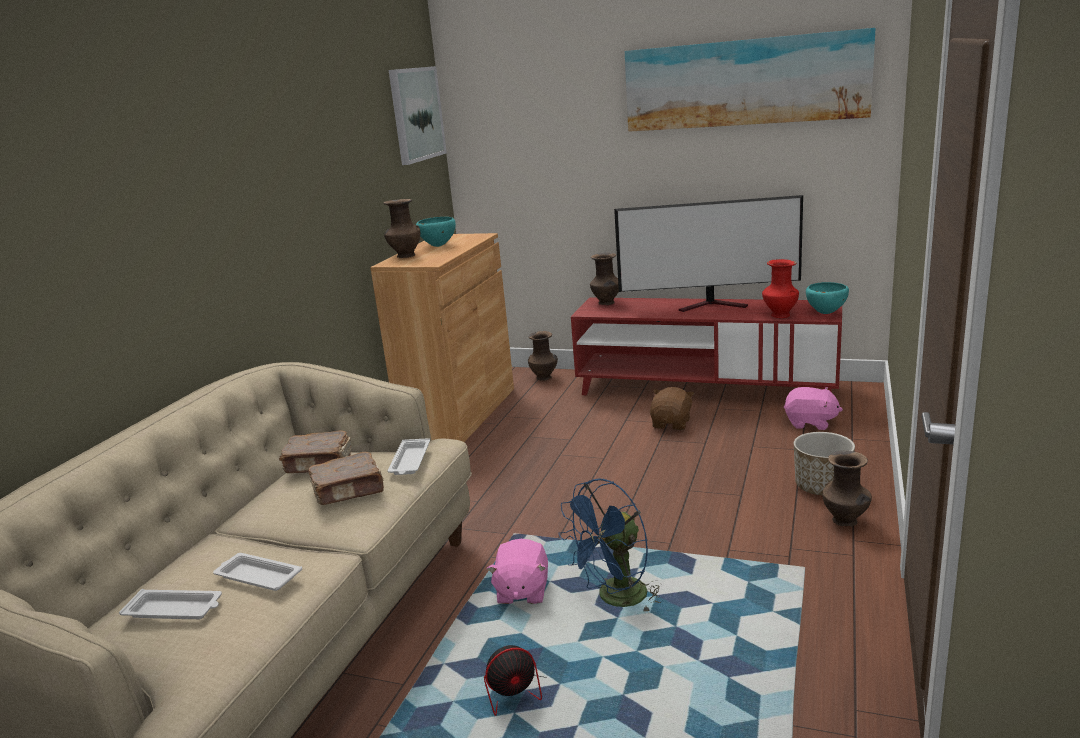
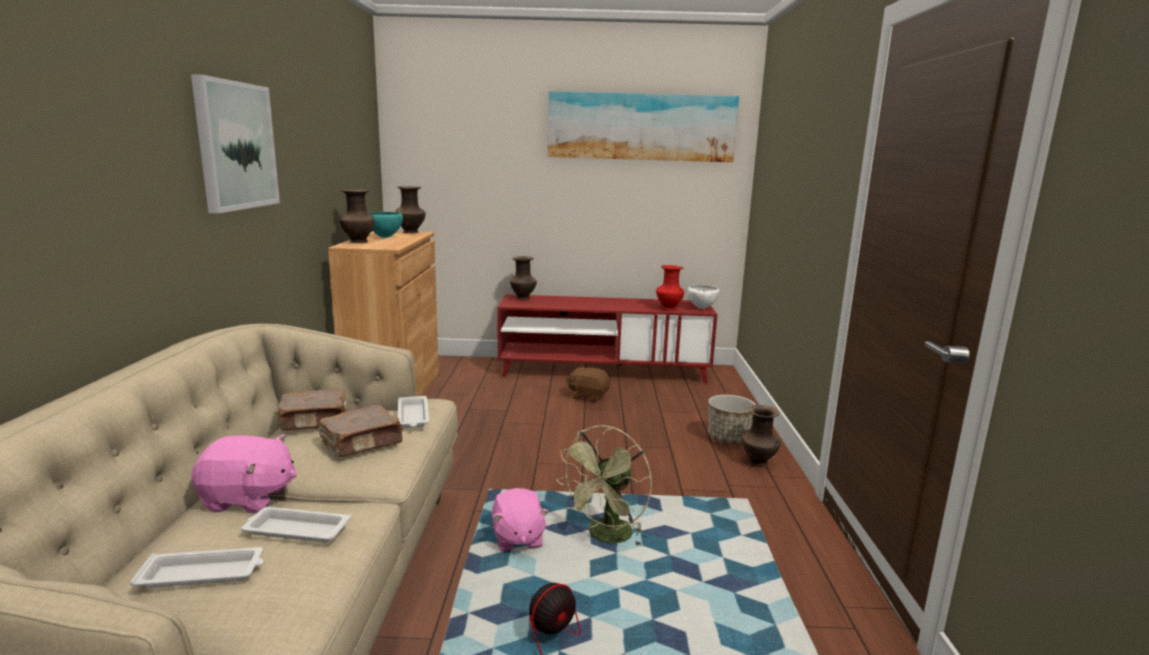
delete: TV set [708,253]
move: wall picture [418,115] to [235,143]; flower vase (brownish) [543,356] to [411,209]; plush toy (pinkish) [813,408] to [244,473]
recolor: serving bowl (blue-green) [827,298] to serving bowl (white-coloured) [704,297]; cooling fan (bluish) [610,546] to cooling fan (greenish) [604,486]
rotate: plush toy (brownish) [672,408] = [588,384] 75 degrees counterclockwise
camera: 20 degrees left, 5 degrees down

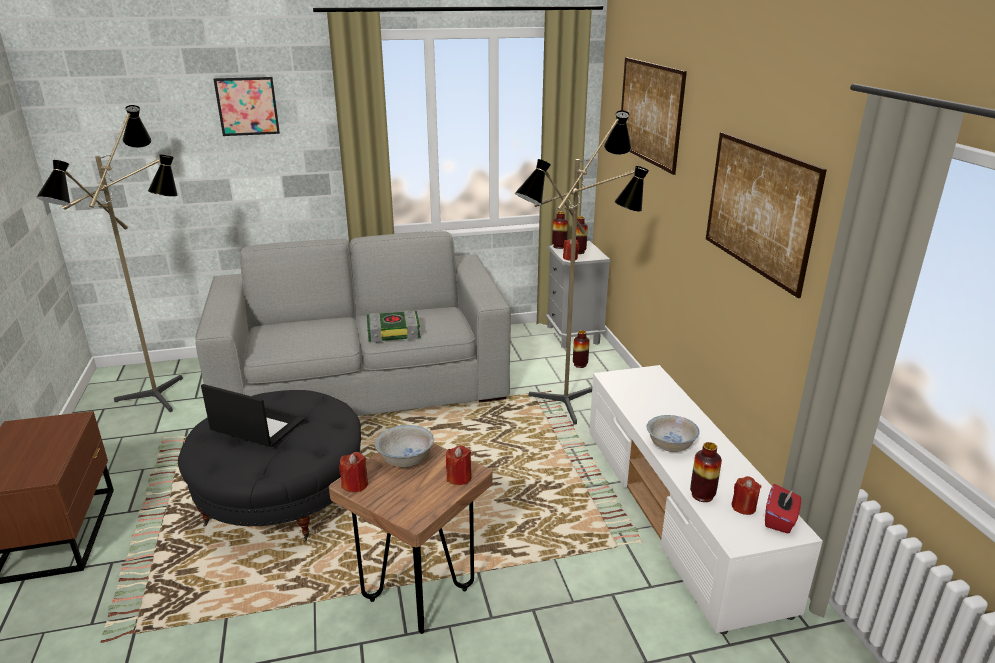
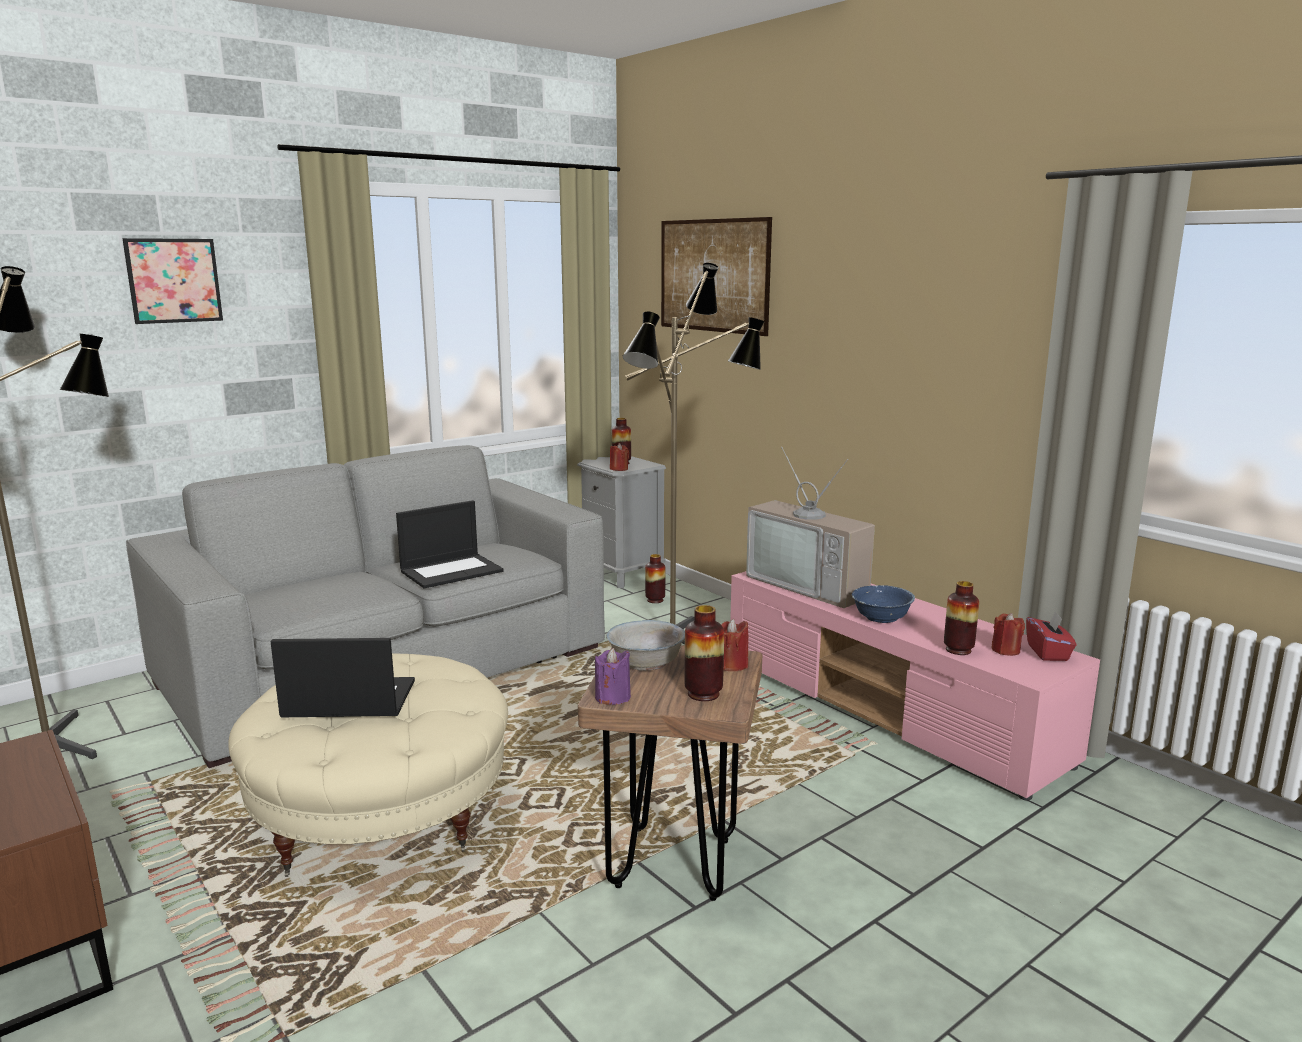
delete: wall picture [766,215]
insert: TV set [810,527]
move: flower vase [560,230] to [704,653]
replace: bound book [394,326] to portable computer [450,544]
recolor: media console (white-coloured) [706,499] to media console (pinkish) [915,686]; ottoman (black-coloured) [269,465] to ottoman (sand-coloured) [368,765]; serving bowl (white-coloured) [673,433] to serving bowl (bluish) [883,604]; candle (red) [353,472] to candle (purple) [613,676]
camera: 25 degrees left, 10 degrees down

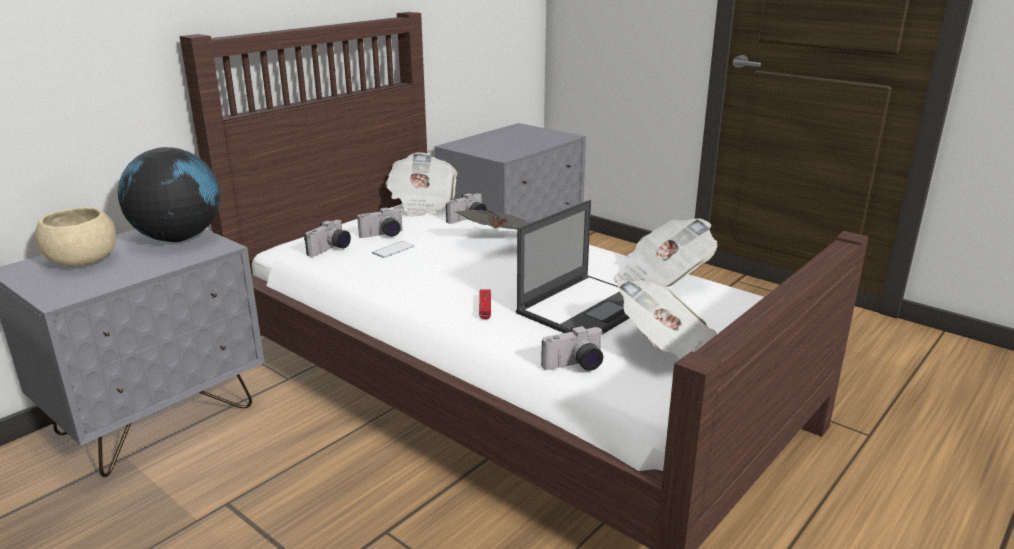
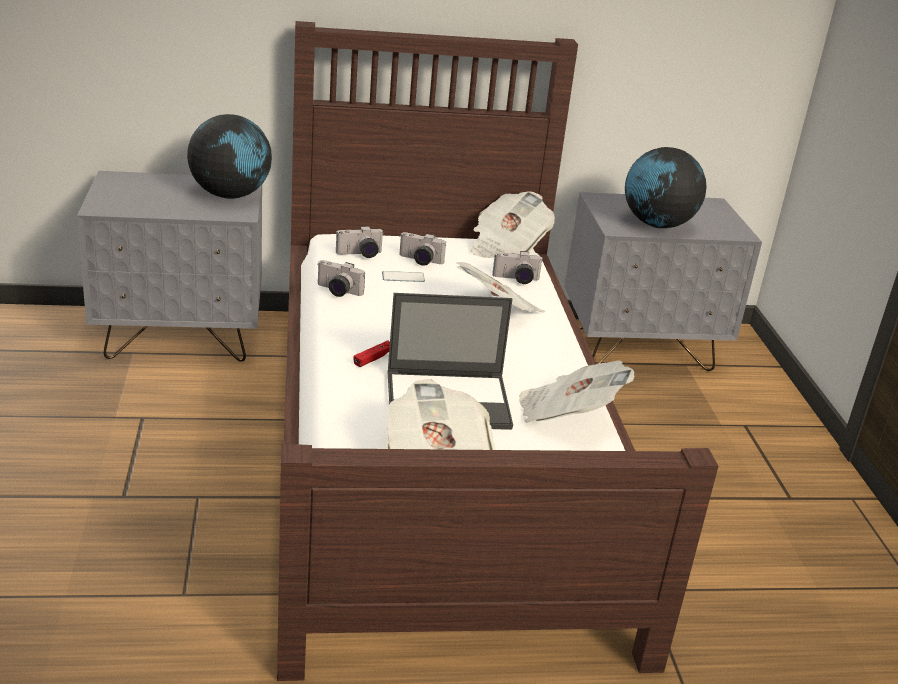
delete: serving bowl (sand-coloured) [75,237]
insert: globe [666,187]
move: still camera [572,348] to [341,278]
camera: 40 degrees right, 5 degrees up

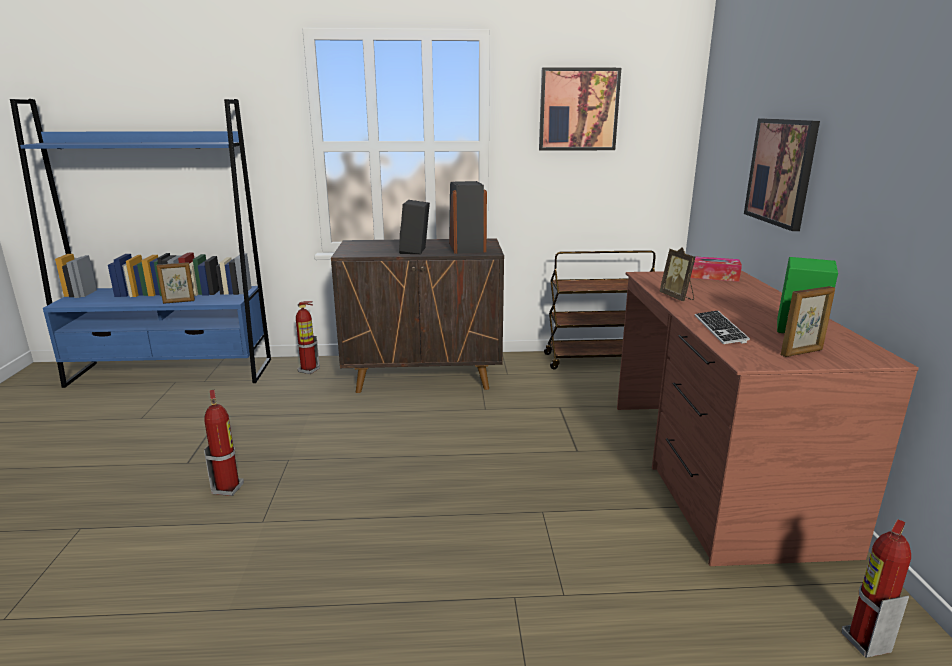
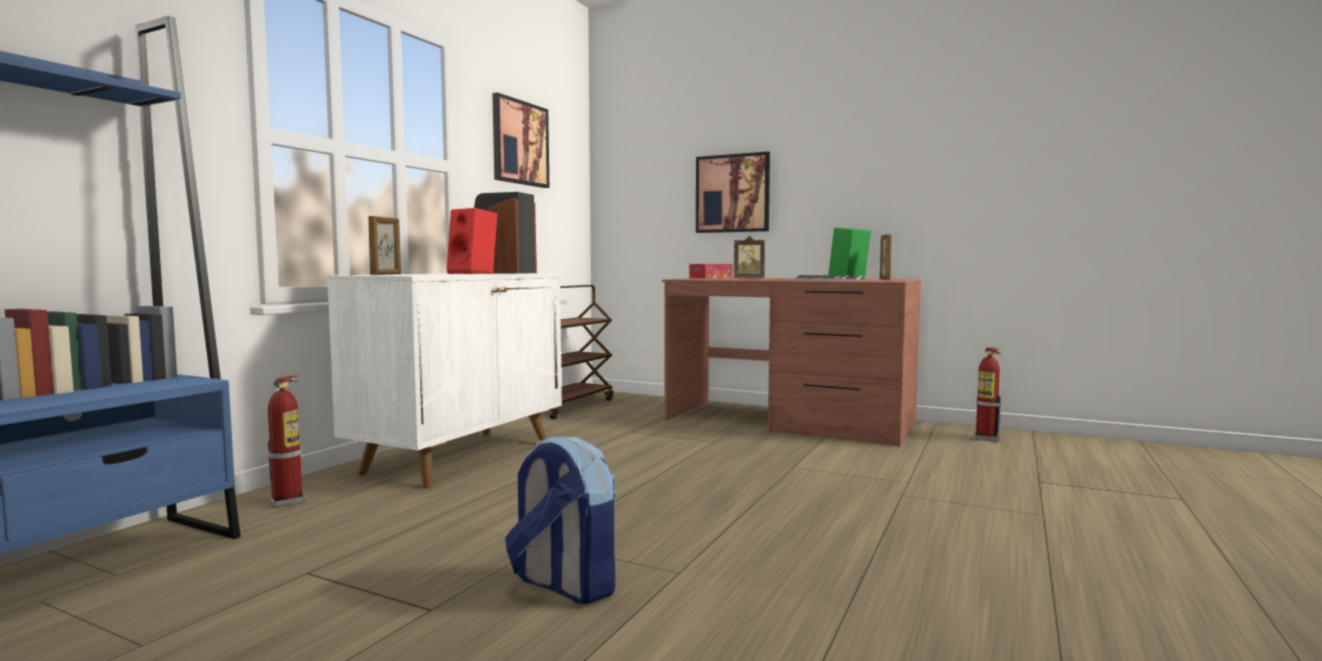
move: picture frame [175,283] to [384,245]
replace: extinguisher [224,442] to rucksack [560,519]
recolor: audio speaker (black-coloured) [414,227] to audio speaker (red) [471,241]; cupboard (brownish) [417,315] to cupboard (white-coloured) [444,381]
camera: 60 degrees left, 15 degrees down

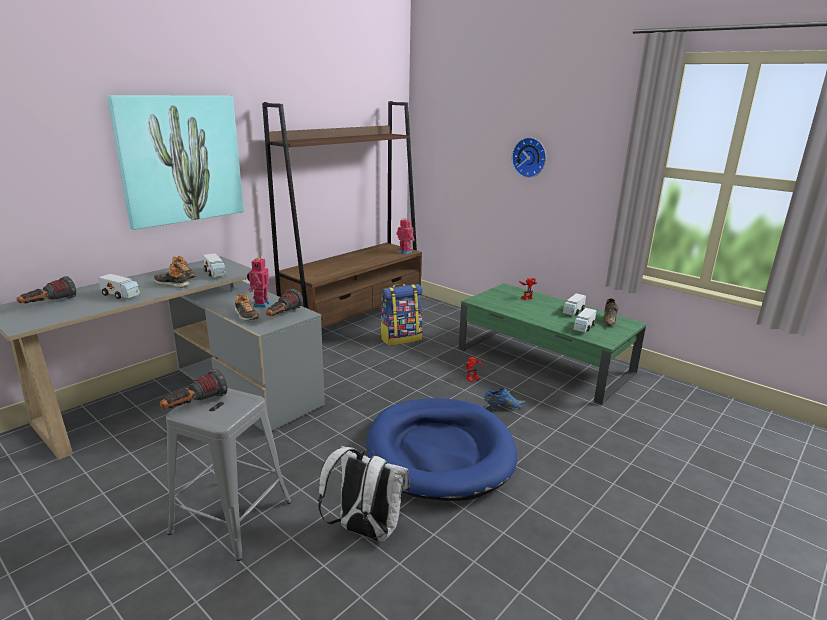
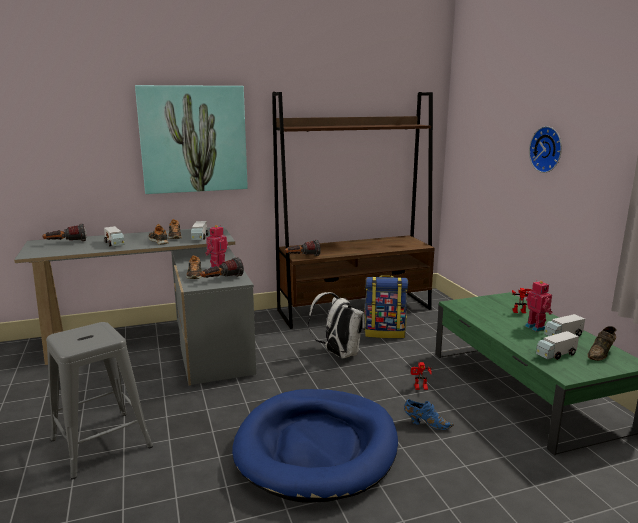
move: model robot [406,236] to [539,306]; flashlight [194,389] to [302,248]; rucksack (white-coloured) [364,494] to [337,325]
camera: 30 degrees right, 5 degrees down

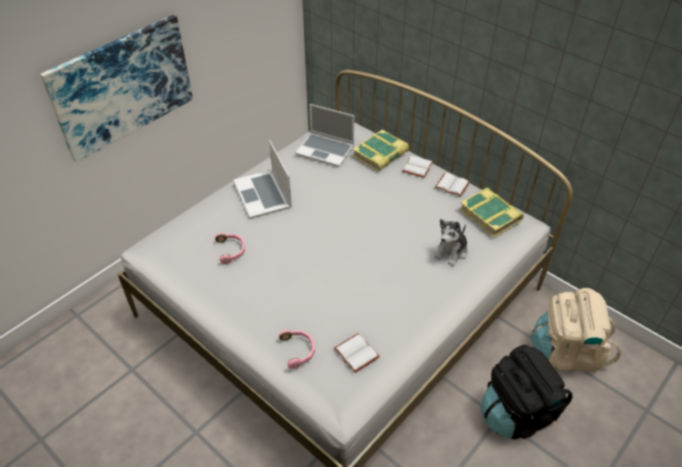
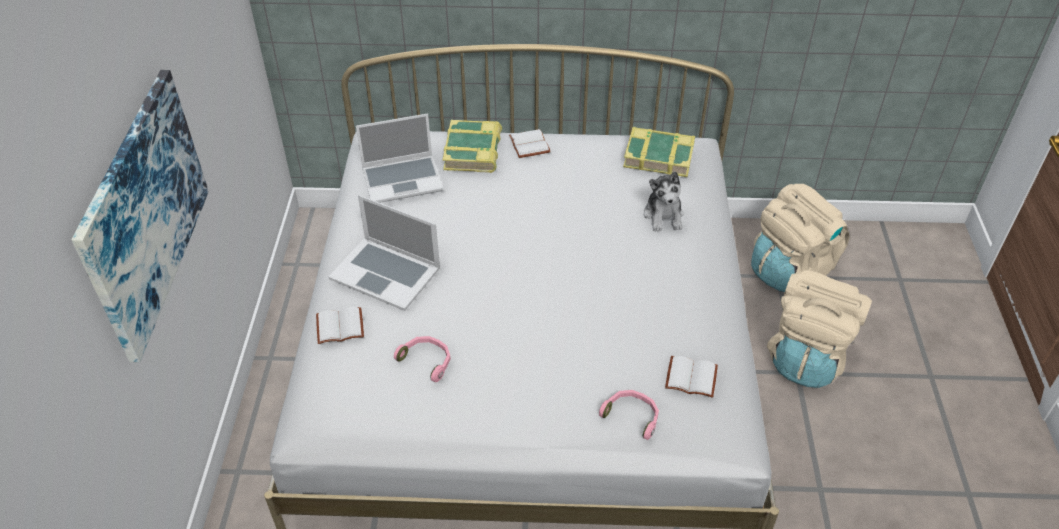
move: bound book (white-coloured) [452,185] to [340,325]
recolor: rucksack (black-coloured) [527,392] to rucksack (sand-coloured) [819,329]
camera: 40 degrees left, 0 degrees up

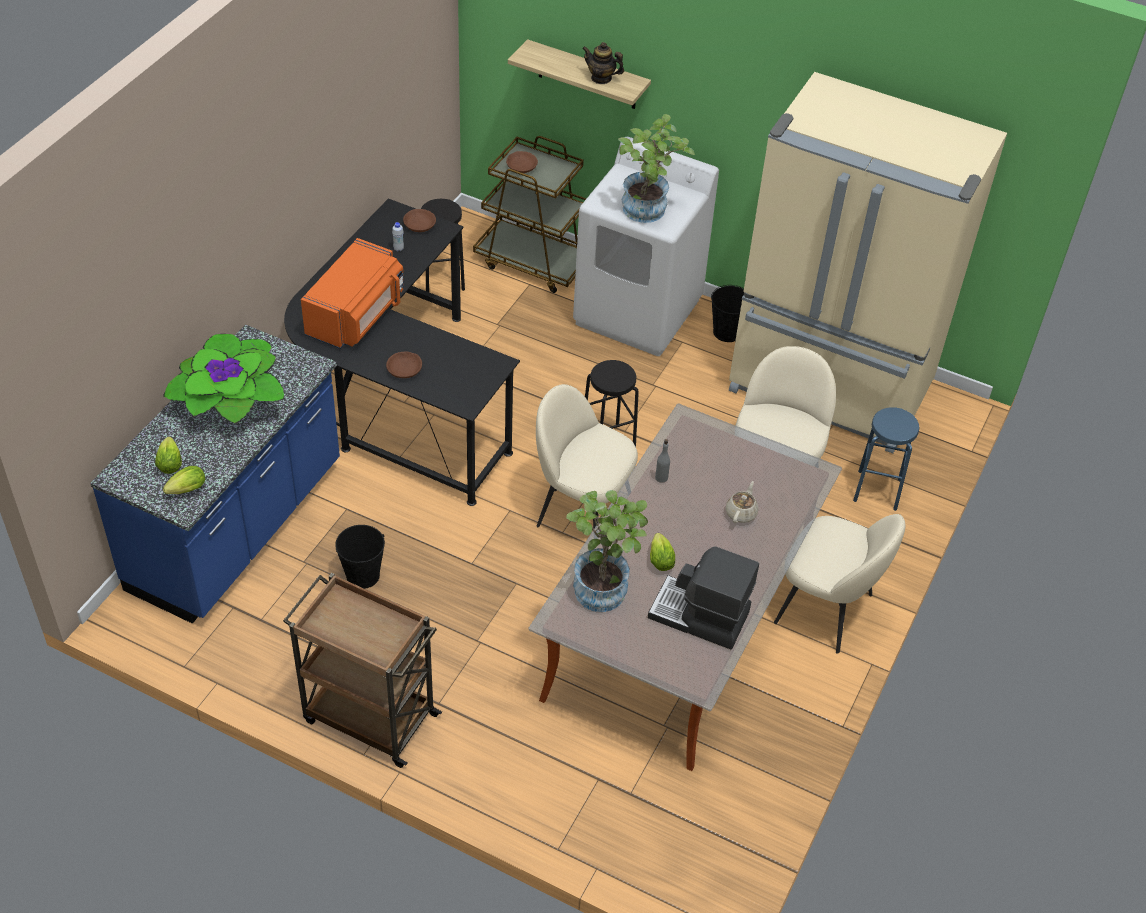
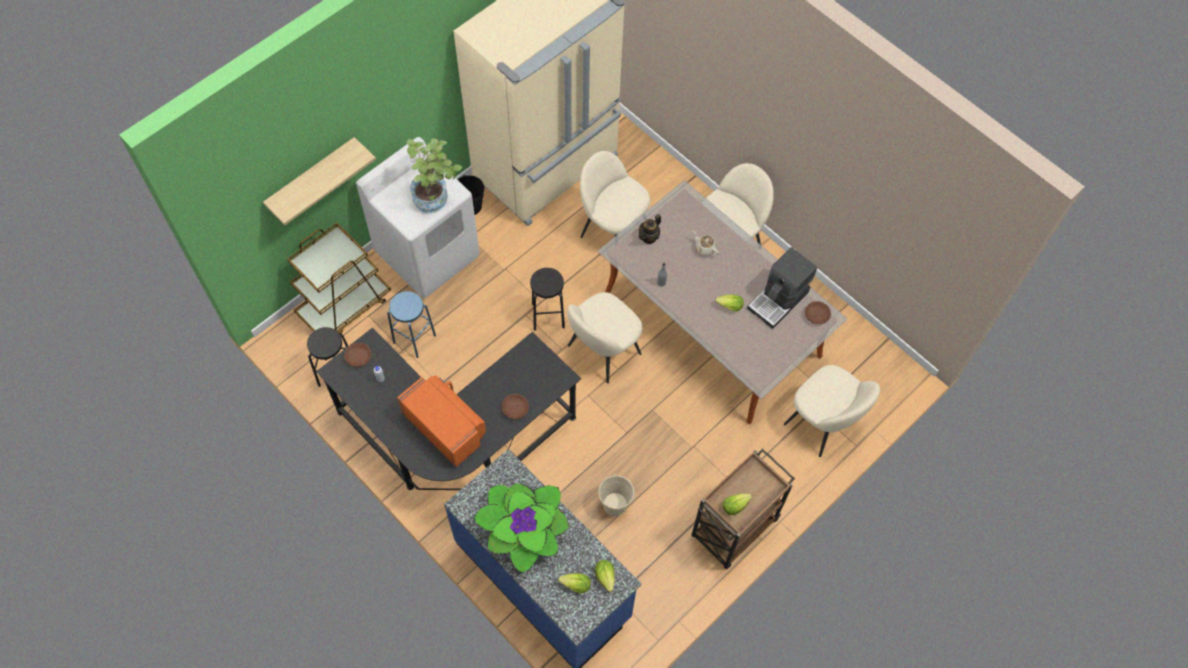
delete: houseplant [607,551]
insert: chair (sand-coloured) [832,411]; head of lettuce [737,504]
move: teapot [603,63] to [650,229]; serving bowl (brownish) [522,162] to [818,312]; stool (bluish) [886,459] to [411,324]
recolor: water bucket (black-coloured) [360,557] to water bucket (sand-coloured) [616,495]
camera: 70 degrees left, 15 degrees up

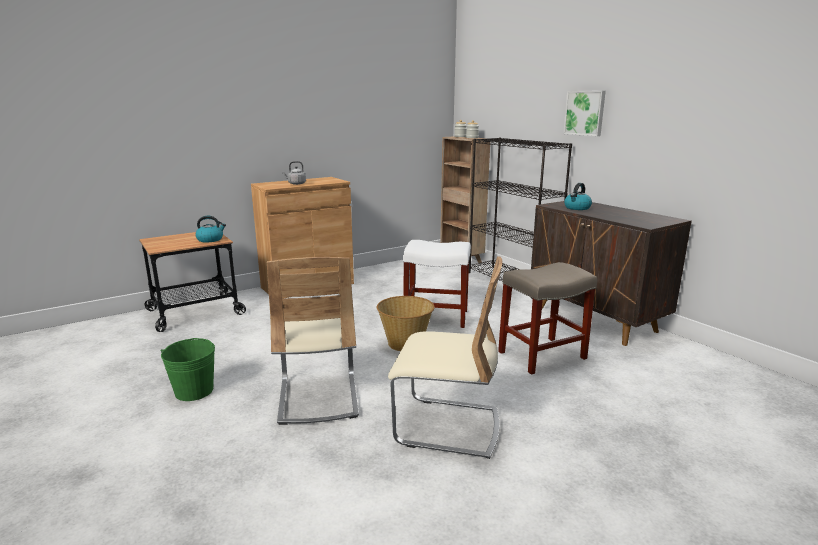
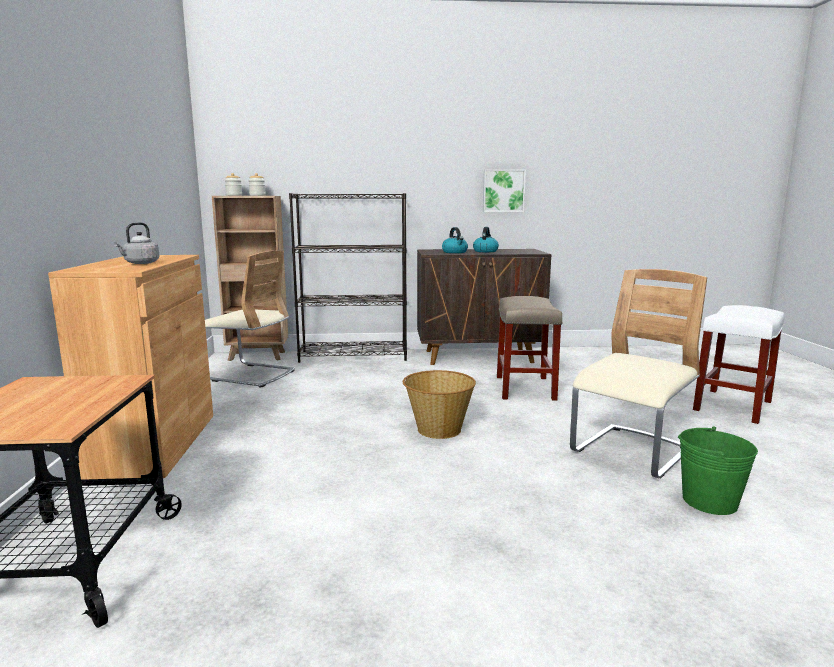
move: wall picture [584,113] to [504,190]; water kettle [210,229] to [486,239]; stool (white-coloured) [437,284] to [739,364]; chair (sand-coloured) [313,341] to [250,319]; water bucket (greenish) [188,369] to [718,470]
camera: 60 degrees left, 5 degrees down

